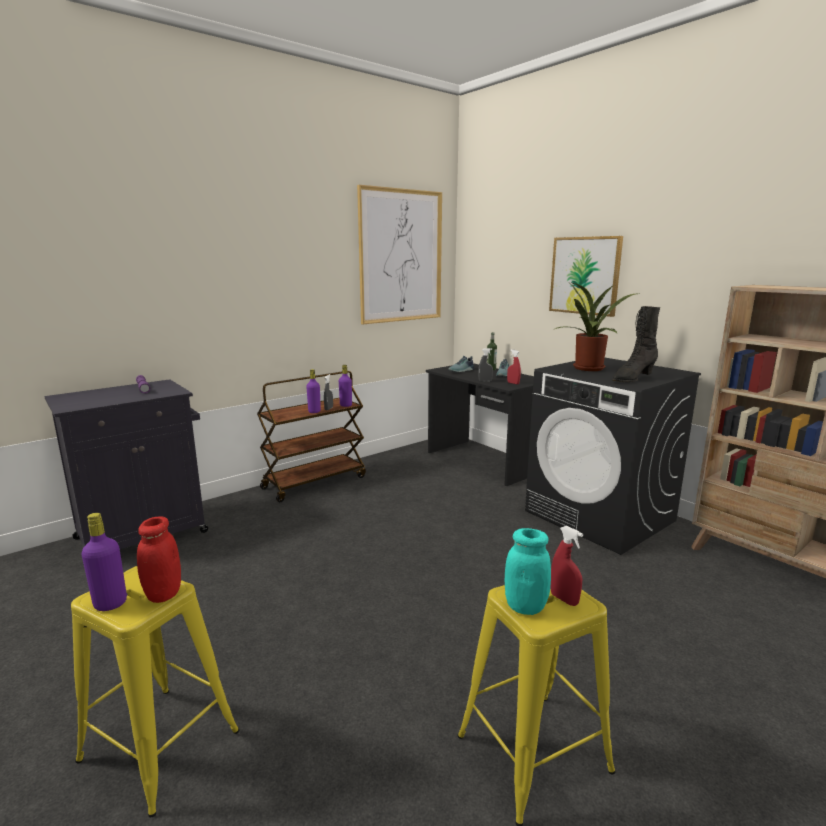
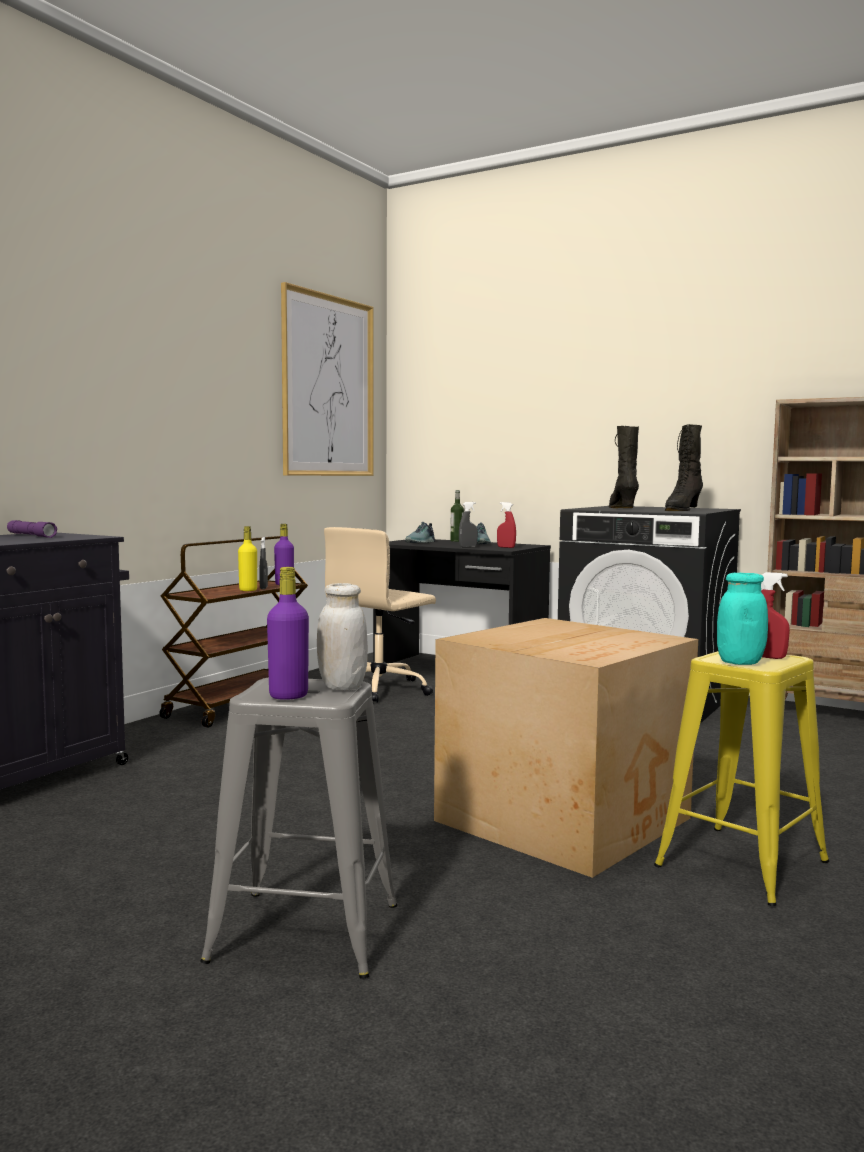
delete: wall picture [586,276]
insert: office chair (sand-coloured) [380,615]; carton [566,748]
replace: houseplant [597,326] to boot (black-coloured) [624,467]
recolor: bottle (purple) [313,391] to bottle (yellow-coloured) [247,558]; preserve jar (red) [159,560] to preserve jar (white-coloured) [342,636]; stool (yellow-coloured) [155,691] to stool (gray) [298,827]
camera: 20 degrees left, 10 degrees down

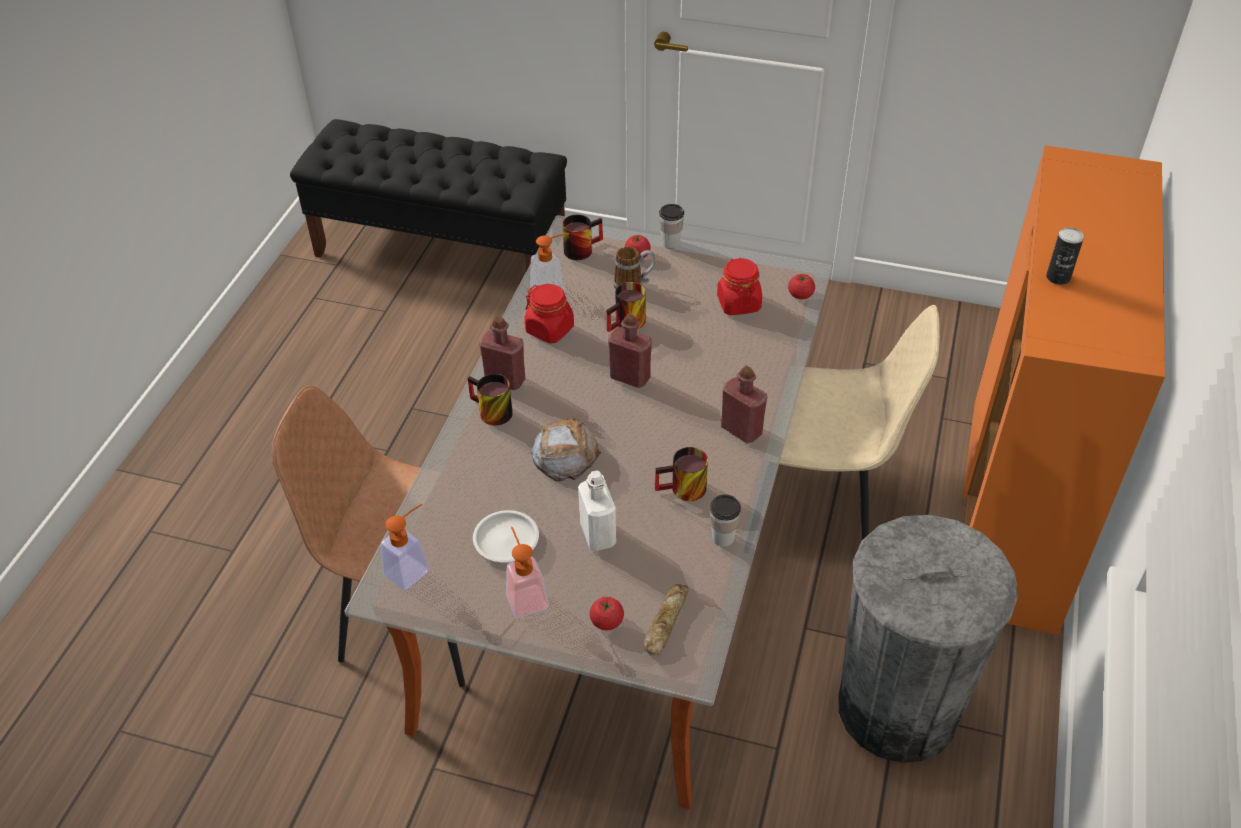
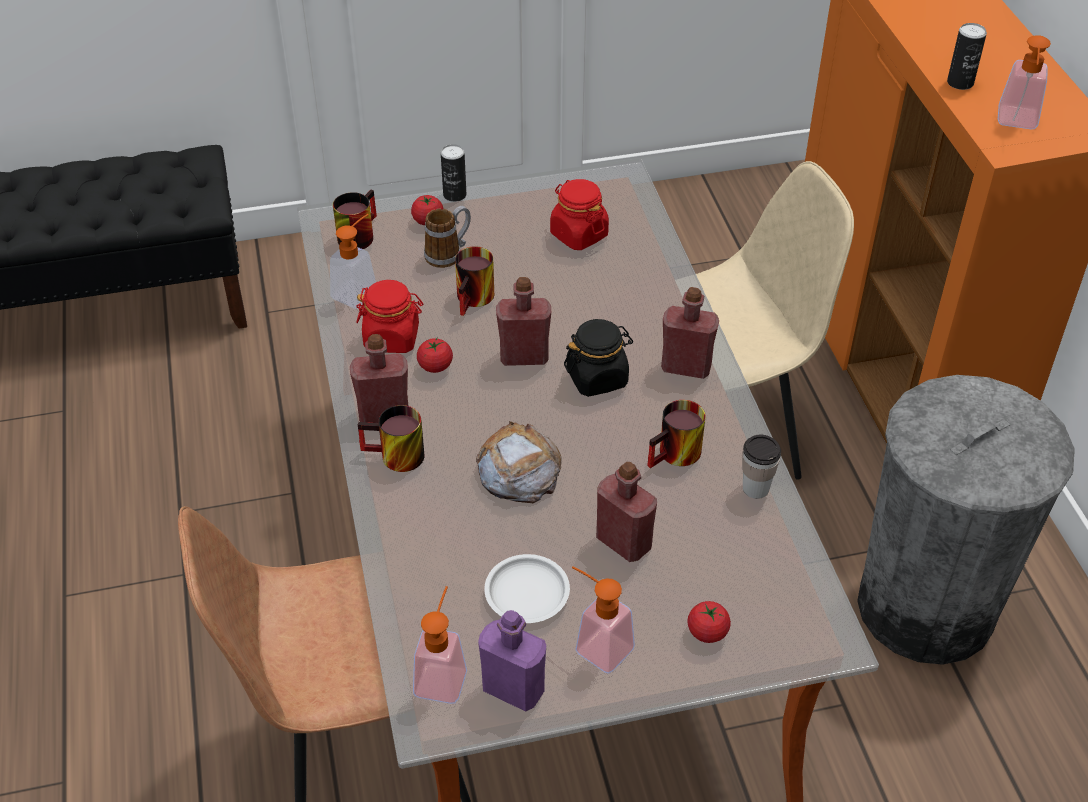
delete: baked bread [666,619]
insert: liquid soap bottle [1024,82]; preserve jar (black-coloured) [598,358]; bottle (purple) [512,661]
move: whole tomato [801,286] to [435,355]
replace: small cup [671,226] to sealed can [454,173]
recolor: bottle (white-coloured) [597,510] to bottle (red) [626,512]
camera: 30 degrees left, 0 degrees up

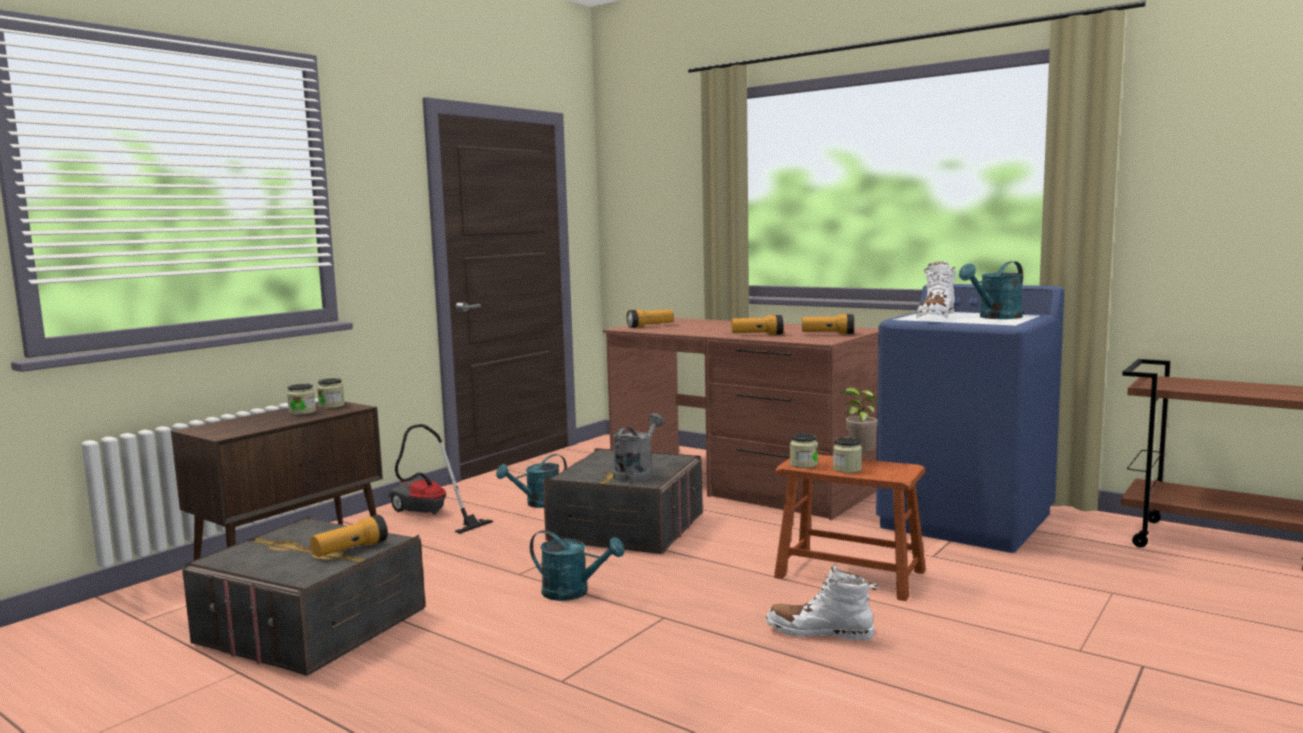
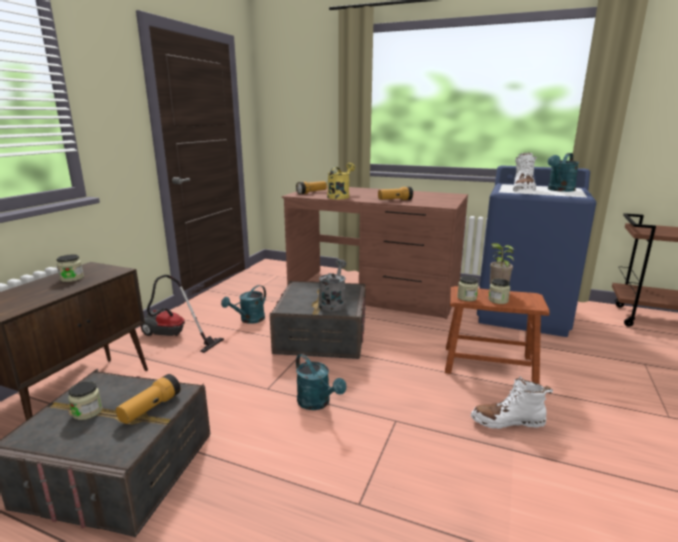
delete: flashlight [828,324]
insert: watering pot (yellow-coloured) [341,181]
move: preserve jar [331,393] to [85,400]
rotate: watering pot (blue-green) [577,565] = [321,382] 45 degrees clockwise
camera: 15 degrees left, 10 degrees up

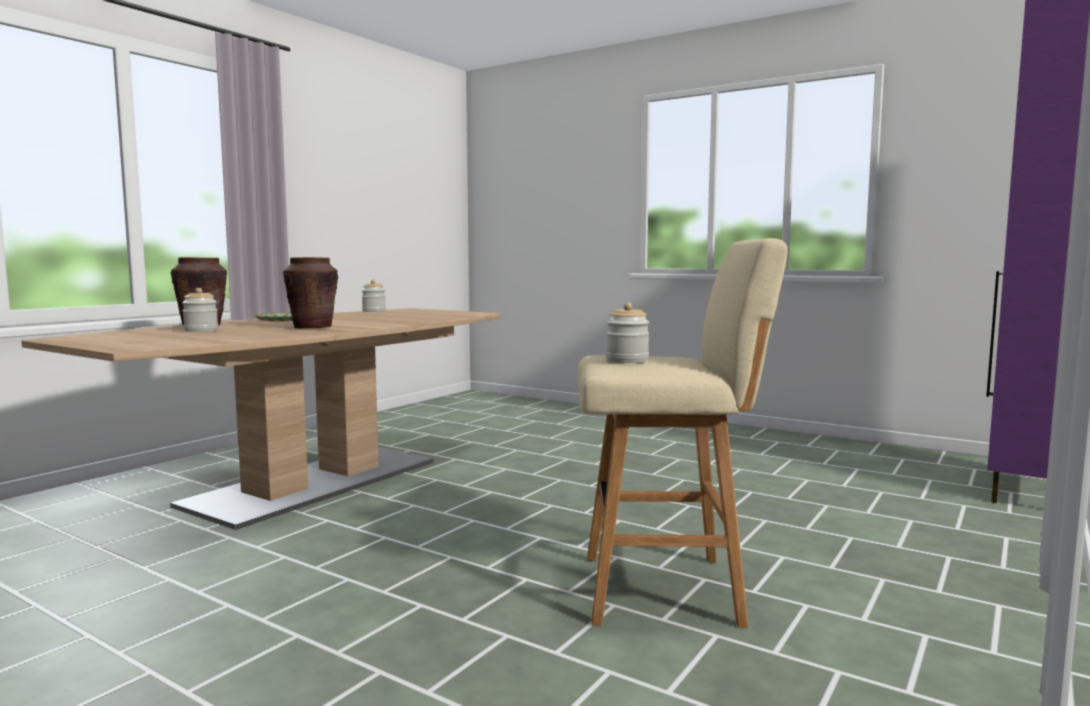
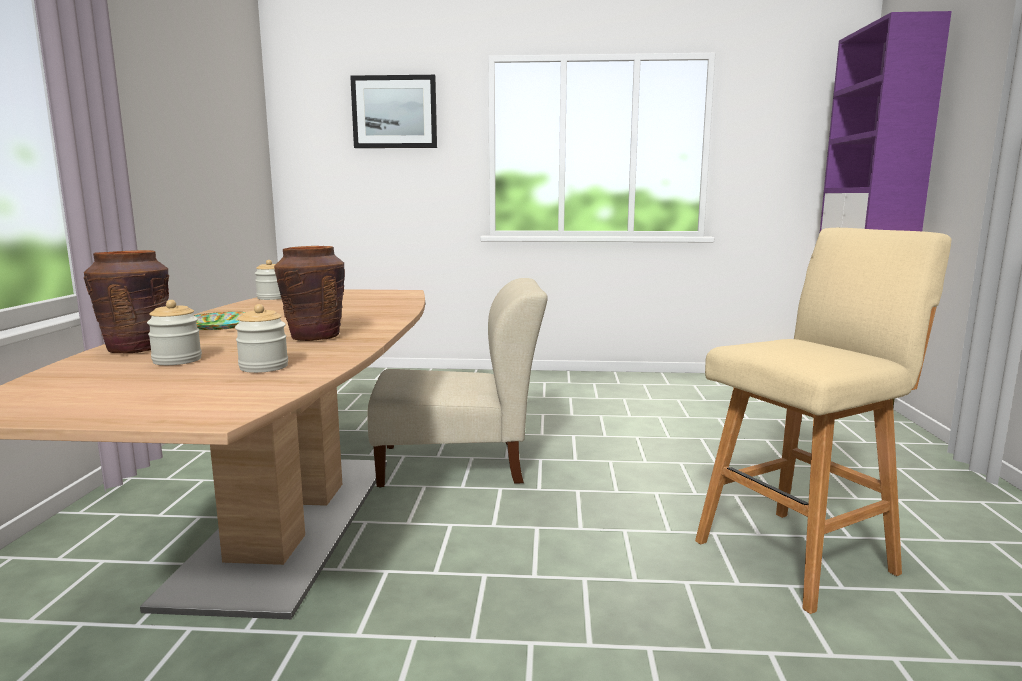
insert: wall picture [393,111]; chair (sand-coloured) [457,382]
move: preserve jar [628,332] to [261,338]
camera: 30 degrees left, 5 degrees up

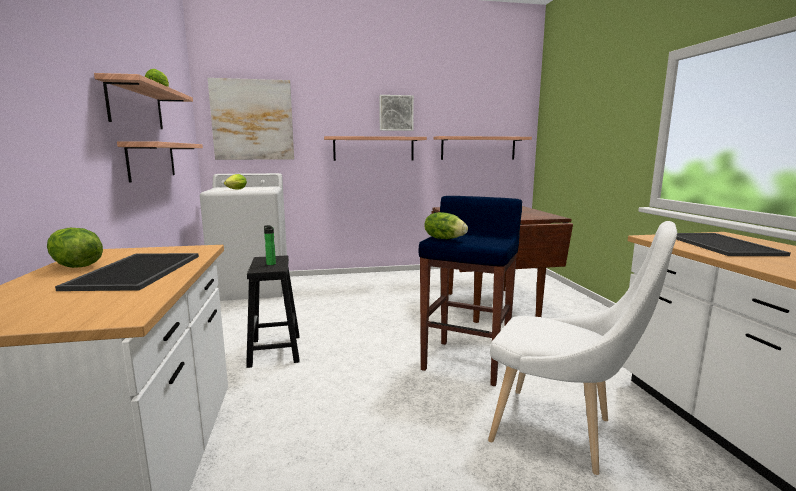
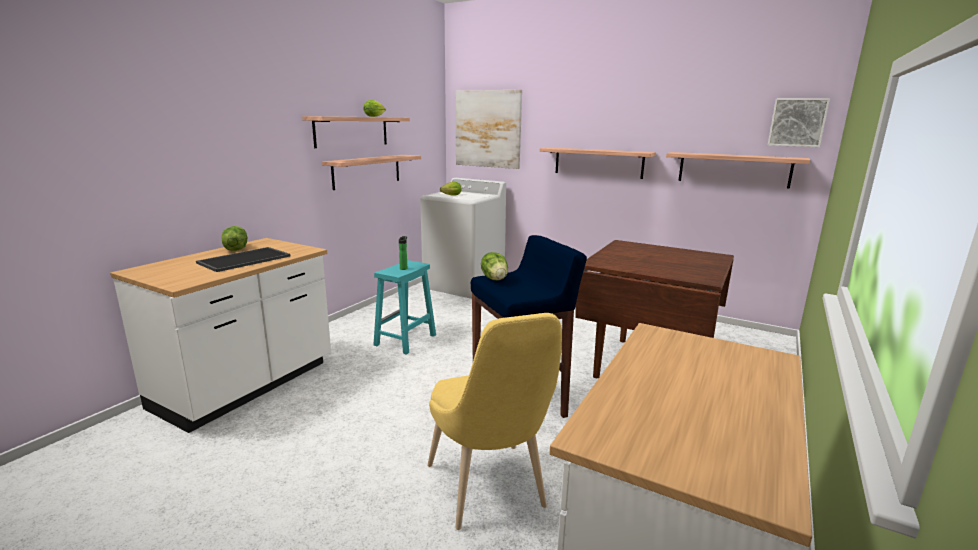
delete: serving tray [733,244]
move: wall picture [396,113] to [799,122]
recolor: chair (white-coloured) [582,348] to chair (yellow-coloured) [494,421]; stool (black-coloured) [273,312] to stool (blue-green) [404,307]
camera: 40 degrees right, 5 degrees up

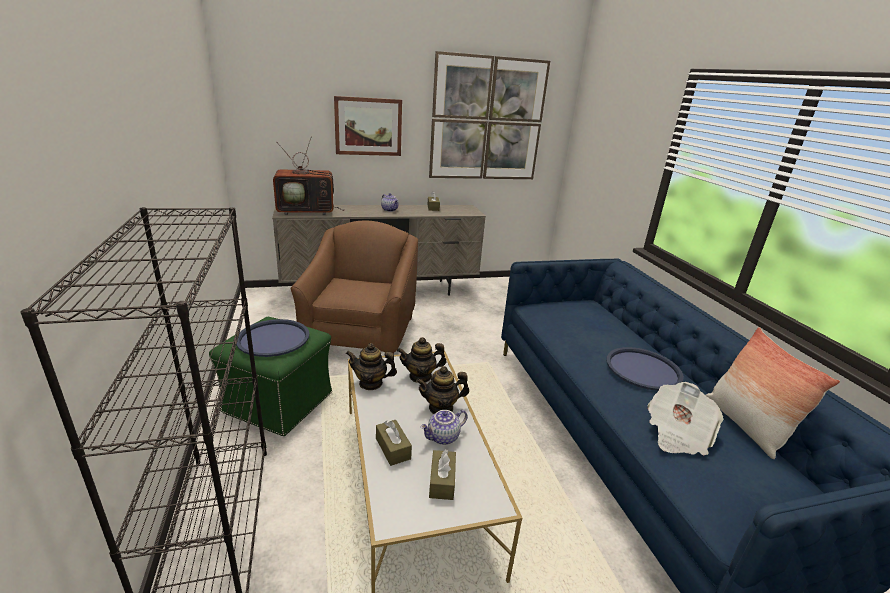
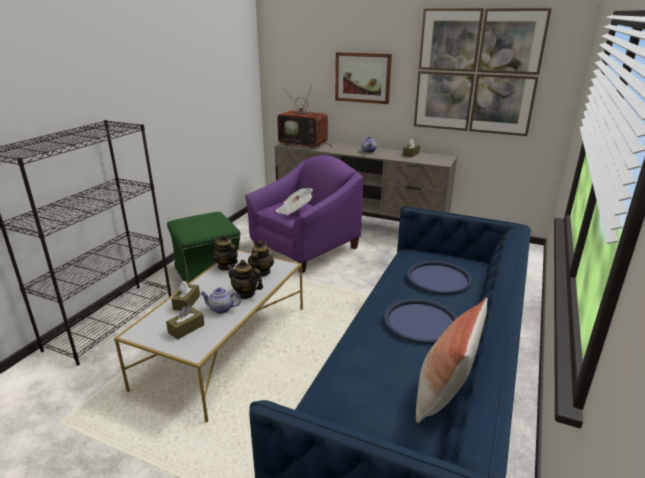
move: serving tray (bluish) [272,338] to [439,278]; daily paper [685,418] to [294,201]
recolor: lounge chair (brownish) [354,287] to lounge chair (purple) [304,214]
rotate: teapot [421,360] = [261,258] 75 degrees clockwise
camera: 40 degrees right, 0 degrees up

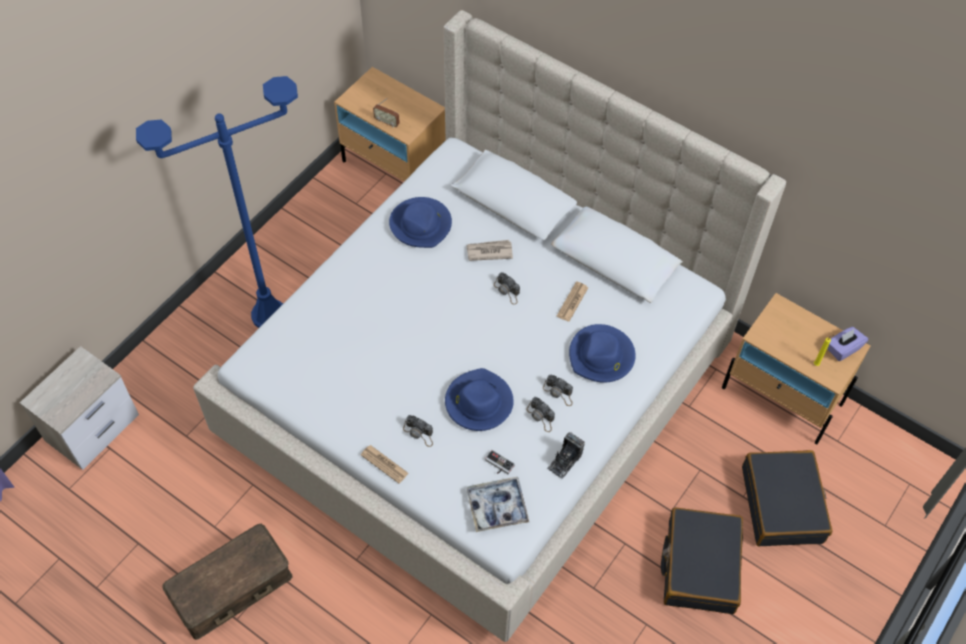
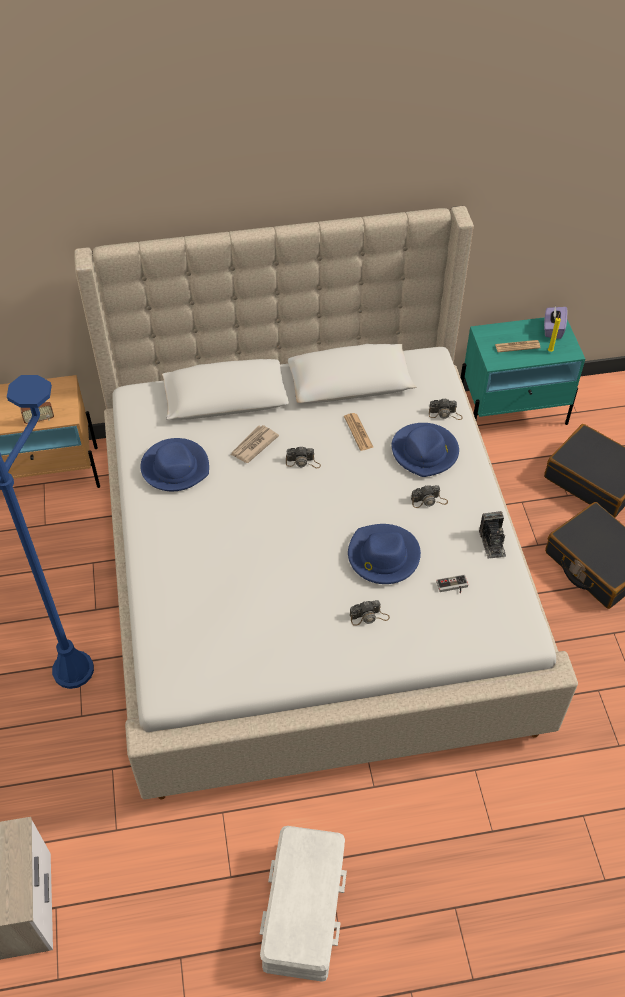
delete: serving tray [497,504]
move: still camera [540,414] to [446,409]; daily paper [385,464] to [518,346]
recolor: nightstand (sand-coloured) [796,368] to nightstand (blue-green) [522,371]; storage box (brownish) [227,582] to storage box (white-coloured) [303,904]
camera: 45 degrees left, 5 degrees down

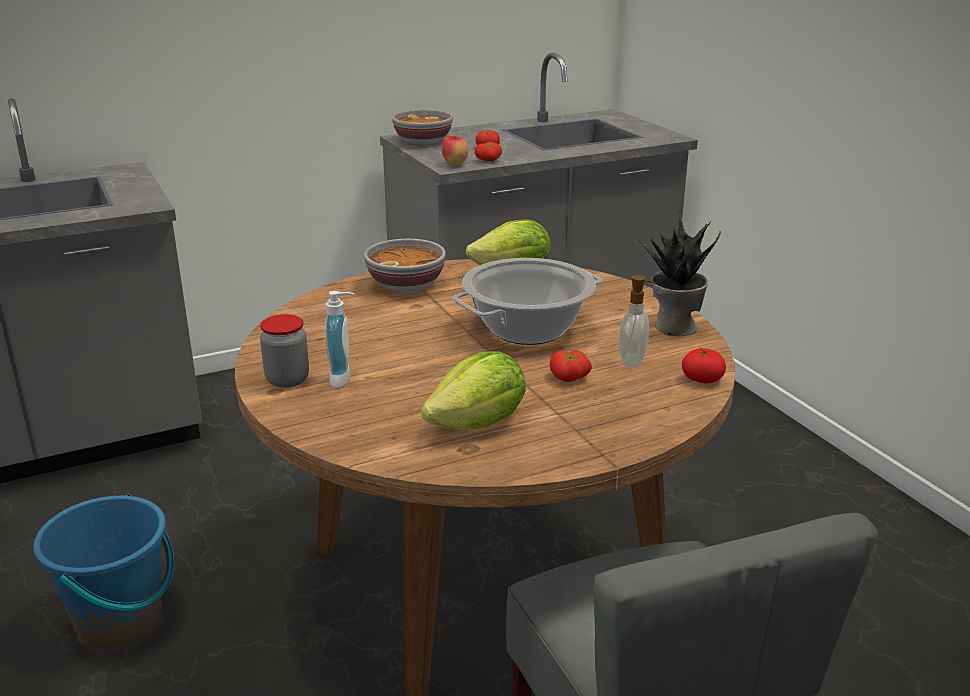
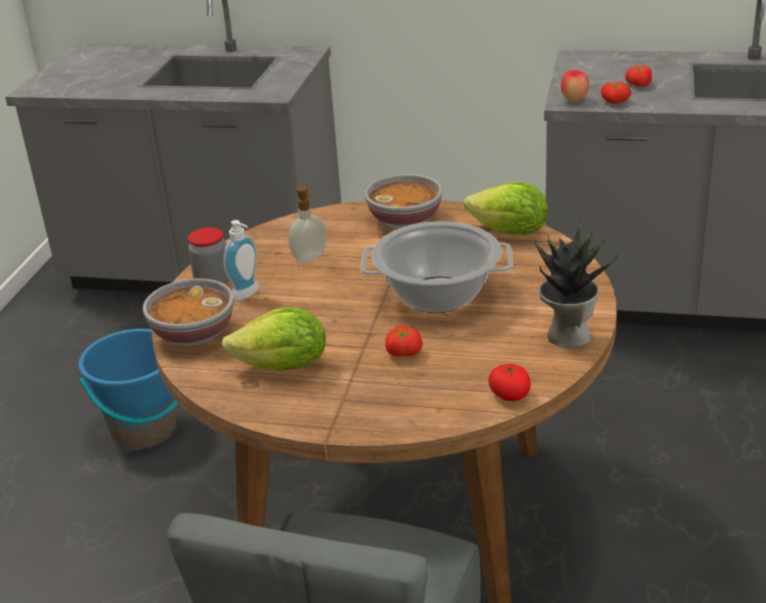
move: serving bowl [422,127] to [188,312]; liquid soap bottle [637,321] to [307,224]
camera: 40 degrees right, 5 degrees up

